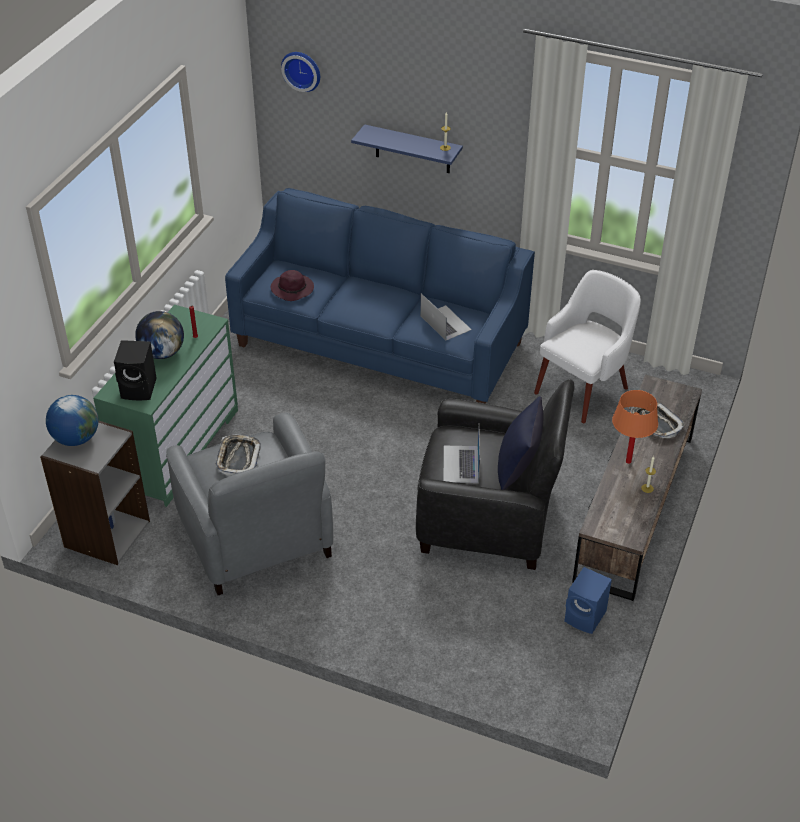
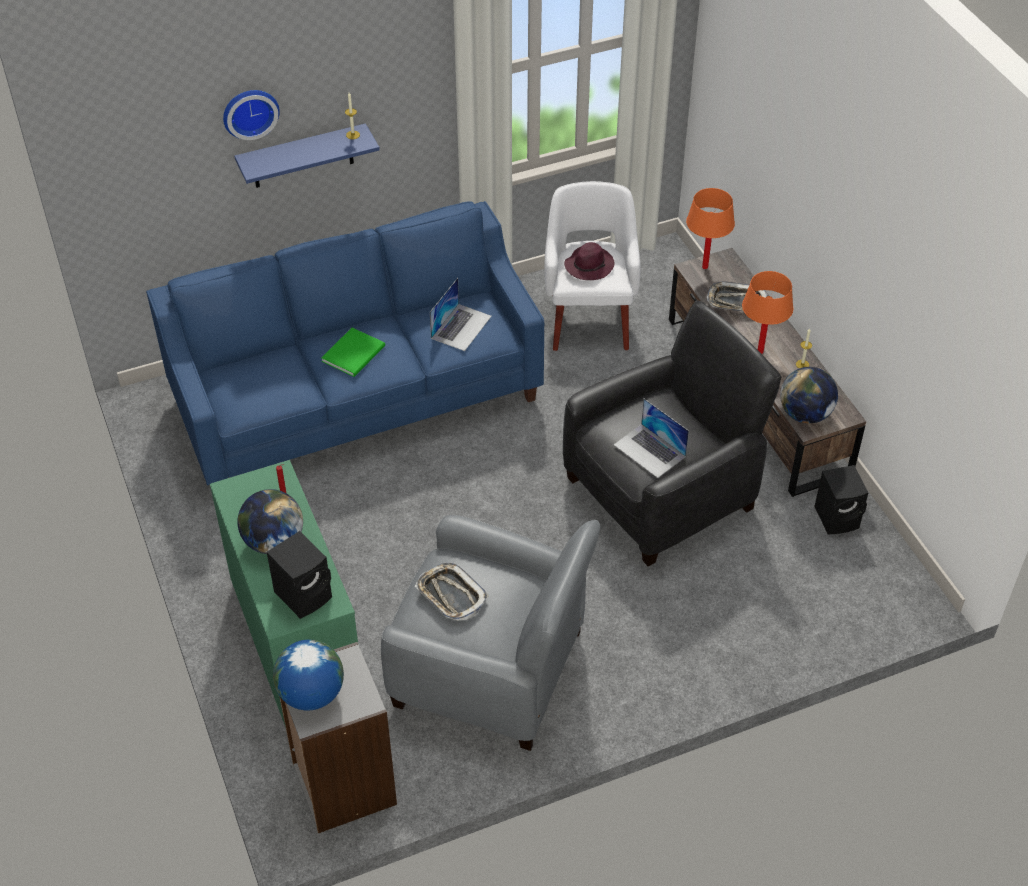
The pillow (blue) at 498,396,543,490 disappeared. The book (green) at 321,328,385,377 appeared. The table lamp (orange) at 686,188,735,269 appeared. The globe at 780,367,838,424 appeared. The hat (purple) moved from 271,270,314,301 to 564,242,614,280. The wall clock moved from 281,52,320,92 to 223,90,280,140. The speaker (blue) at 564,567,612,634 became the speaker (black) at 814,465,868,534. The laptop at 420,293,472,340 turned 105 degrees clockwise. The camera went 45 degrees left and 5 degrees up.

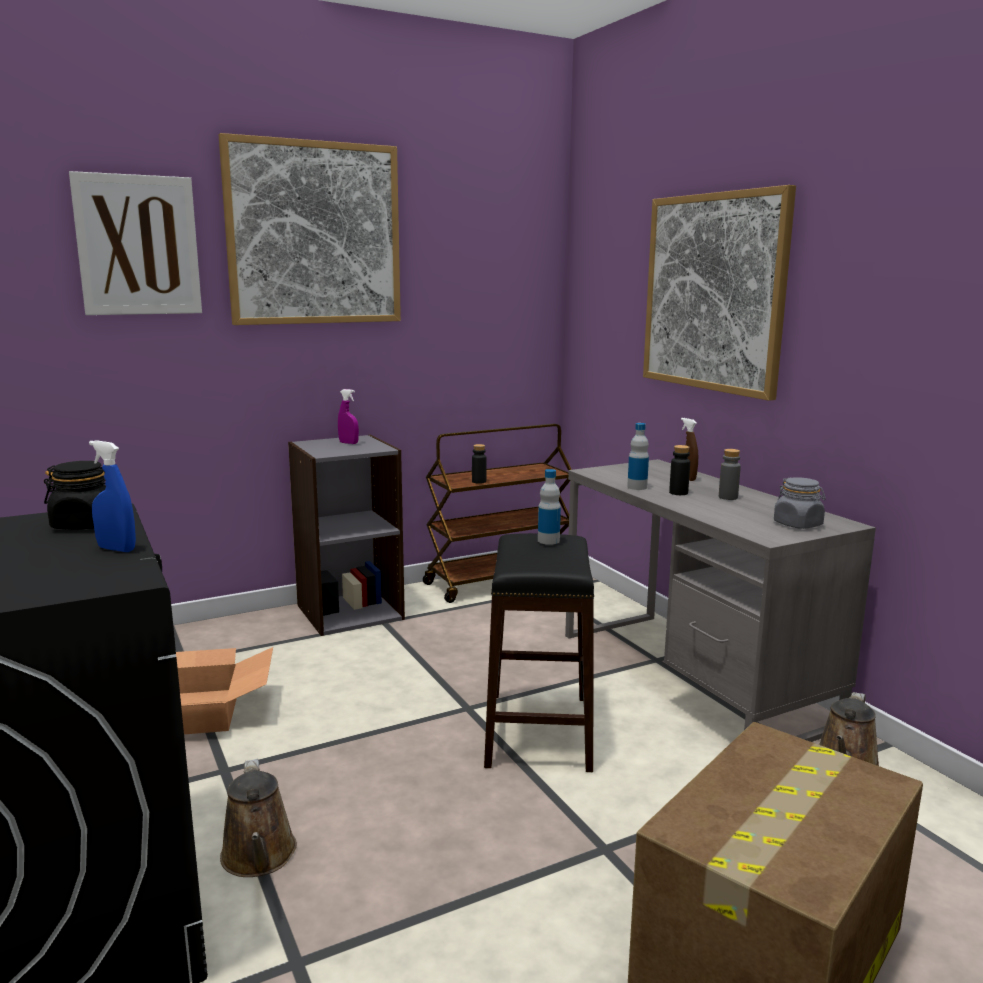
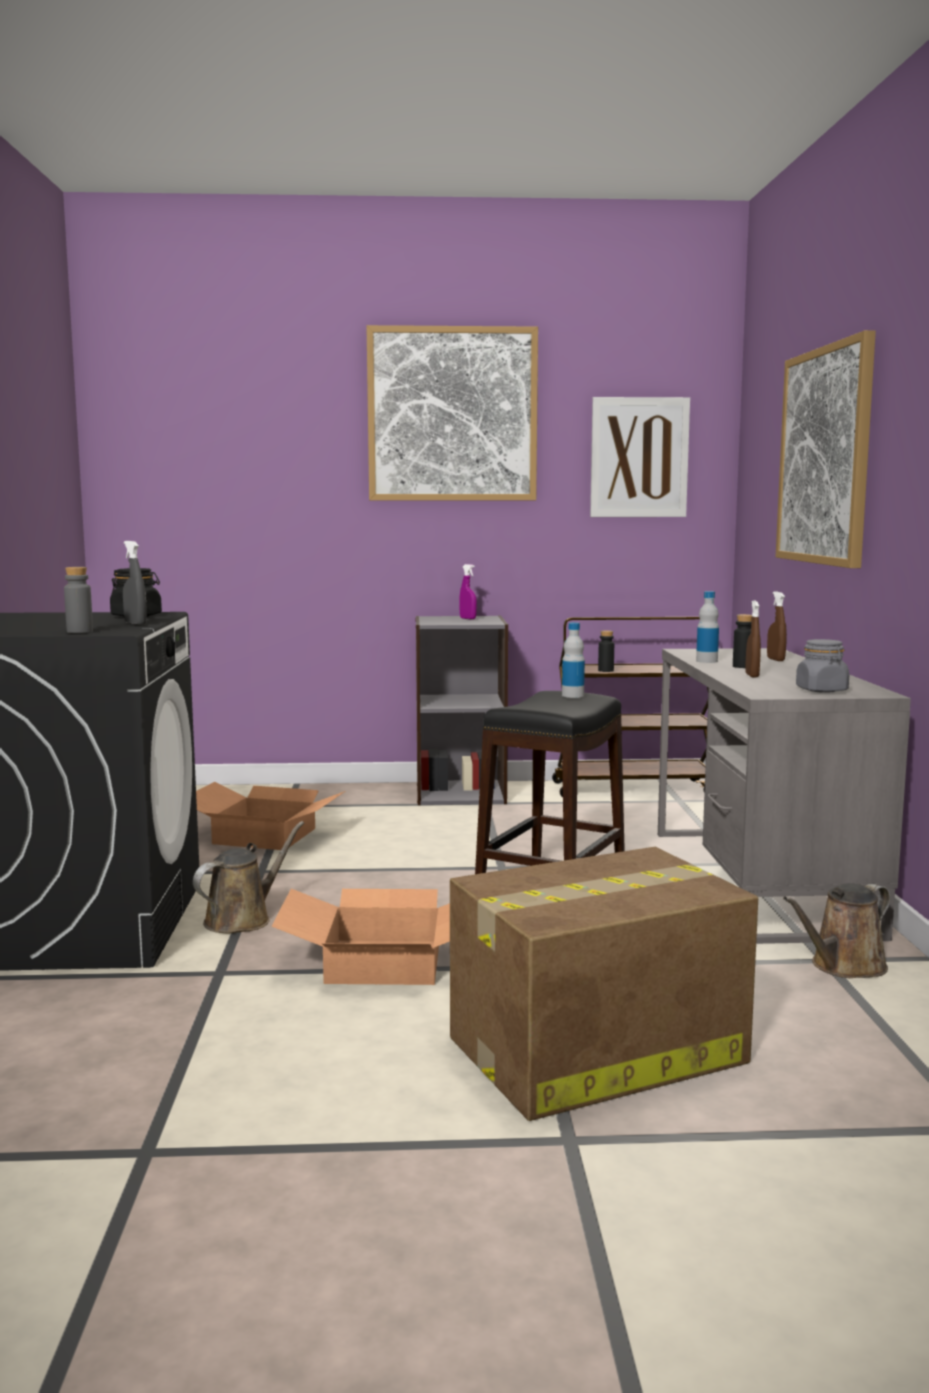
The cardboard box at 272,888,450,985 appeared. The spray bottle (brown) at 745,600,761,677 appeared. The picture moved from 69,171,202,315 to 590,397,690,517. The bottle (grey) moved from 719,449,741,500 to 64,567,93,633. The spray bottle (blue) at 89,440,136,552 became the spray bottle (grey) at 123,541,147,625. The watering can (brown) at 220,759,297,877 turned 150 degrees counterclockwise. The camera went 25 degrees right and 5 degrees down.

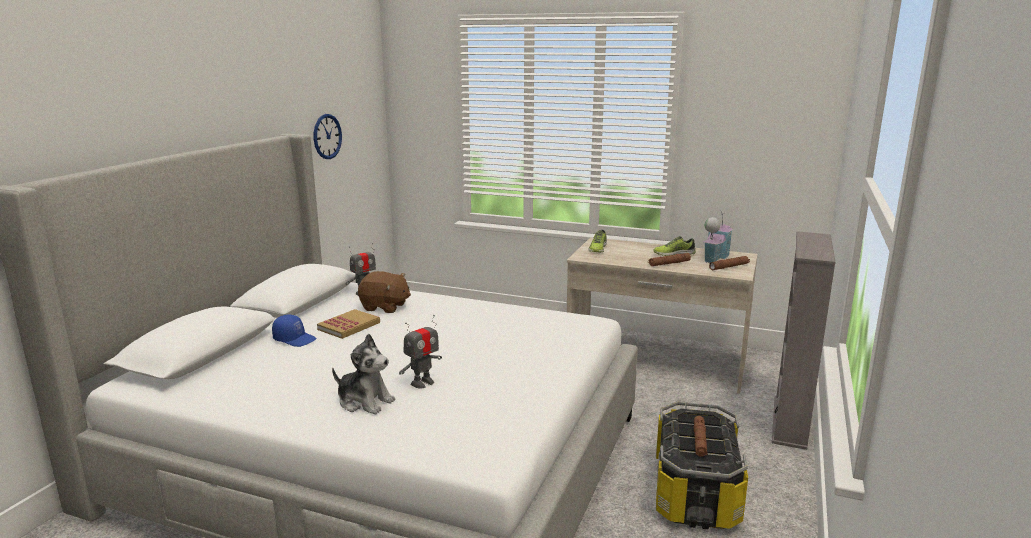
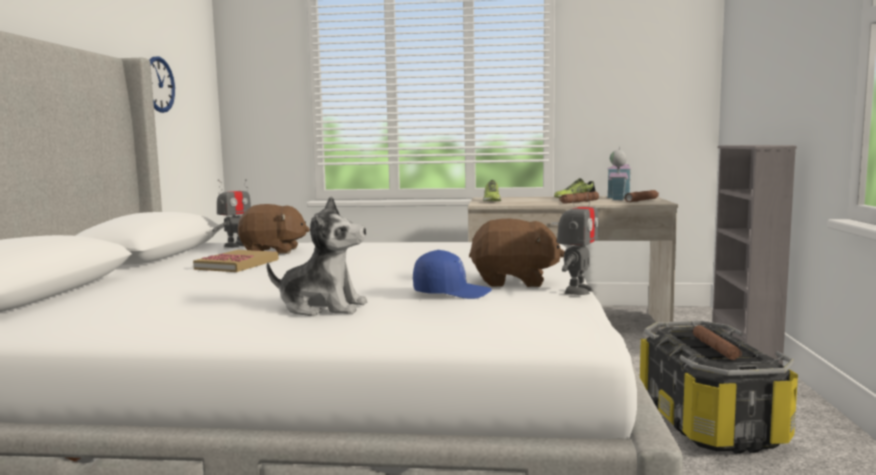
The plush toy (brown) at 469,219,565,287 appeared. The cap (blue) moved from 272,315,316,347 to 413,250,492,299. The toy robot moved from 399,315,442,388 to 557,189,598,295. The camera went 15 degrees left and 10 degrees down.

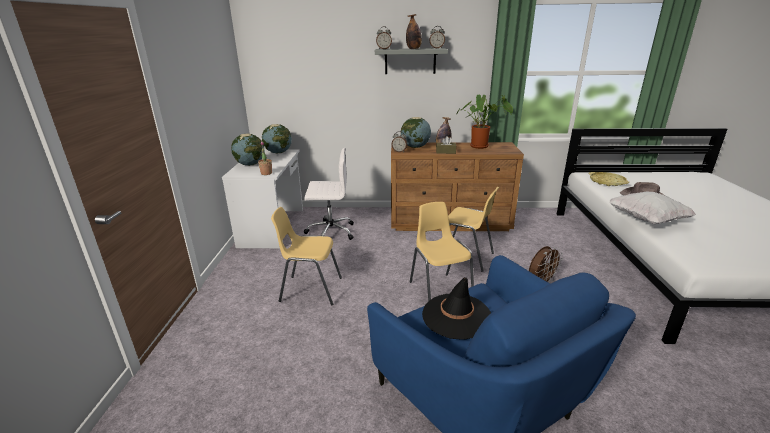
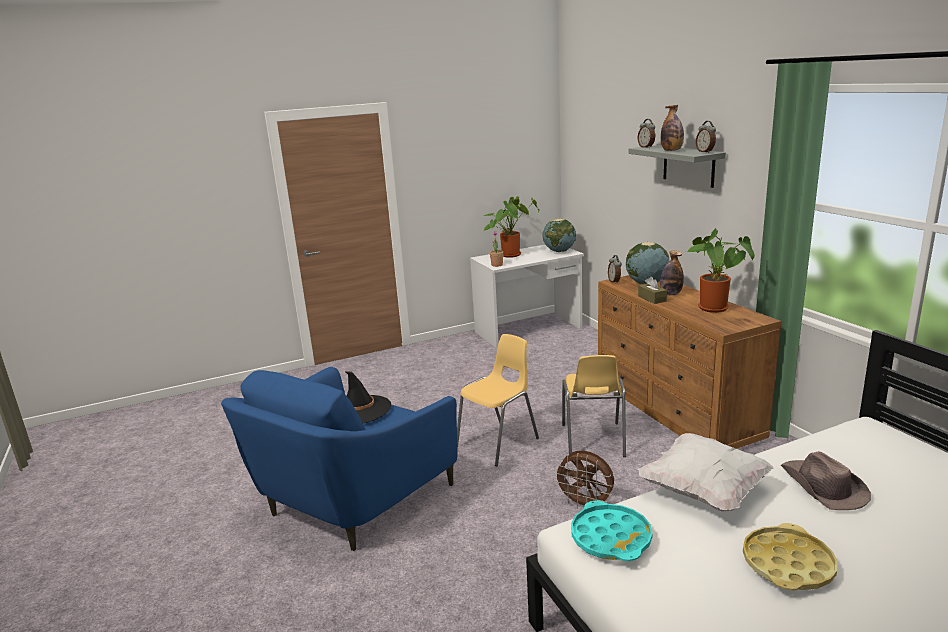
The chair (yellow) at 271,207,342,305 disappeared. The office chair (white) at 304,148,354,240 disappeared. The tray (turquoise) at 571,500,653,561 appeared. The tray (yellow) moved from 589,172,629,186 to 743,523,837,591. The globe at 231,134,264,166 was replaced by the potted plant at 484,196,540,258. The camera went 65 degrees right and 5 degrees down.

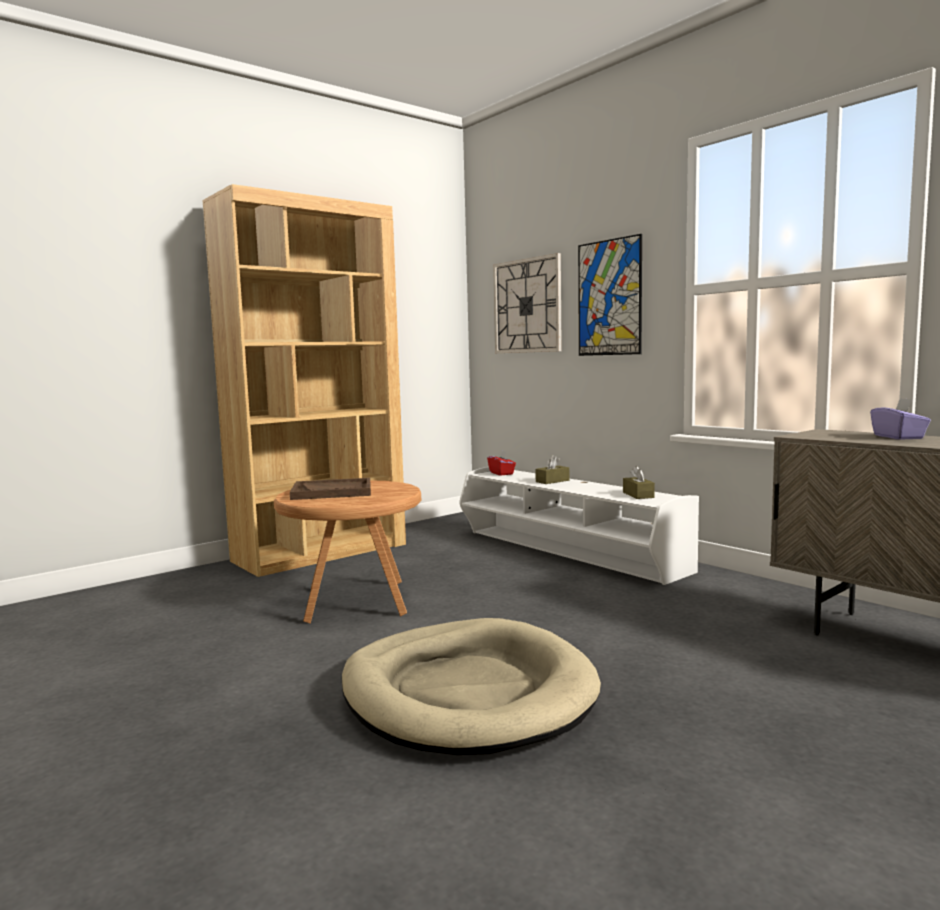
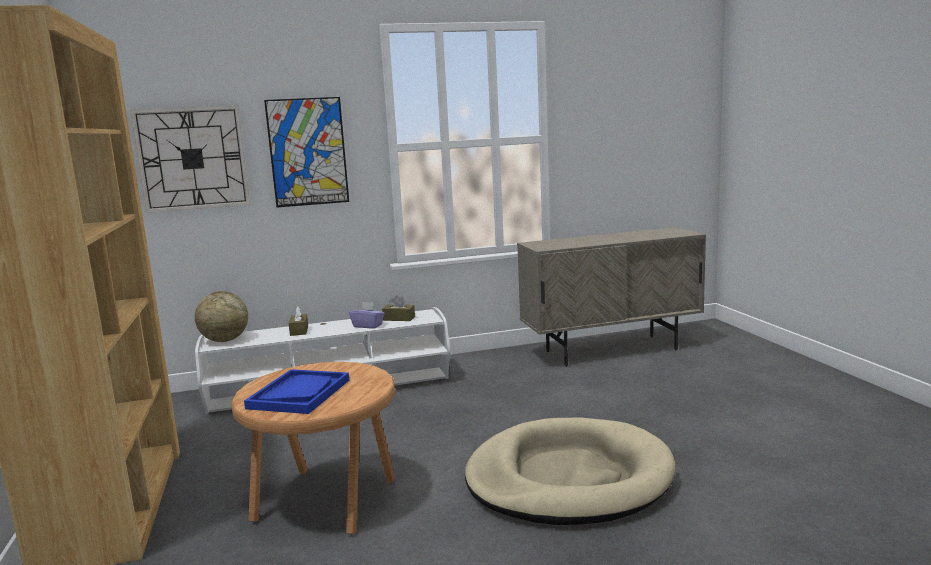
The tissue box (purple) moved from 870,398,931,440 to 349,302,385,329. The tissue box (red) at 487,450,516,476 was replaced by the globe at 195,291,248,342. The tray (brown) at 290,478,371,500 became the tray (blue) at 244,369,349,414. The camera went 65 degrees left and 5 degrees up.

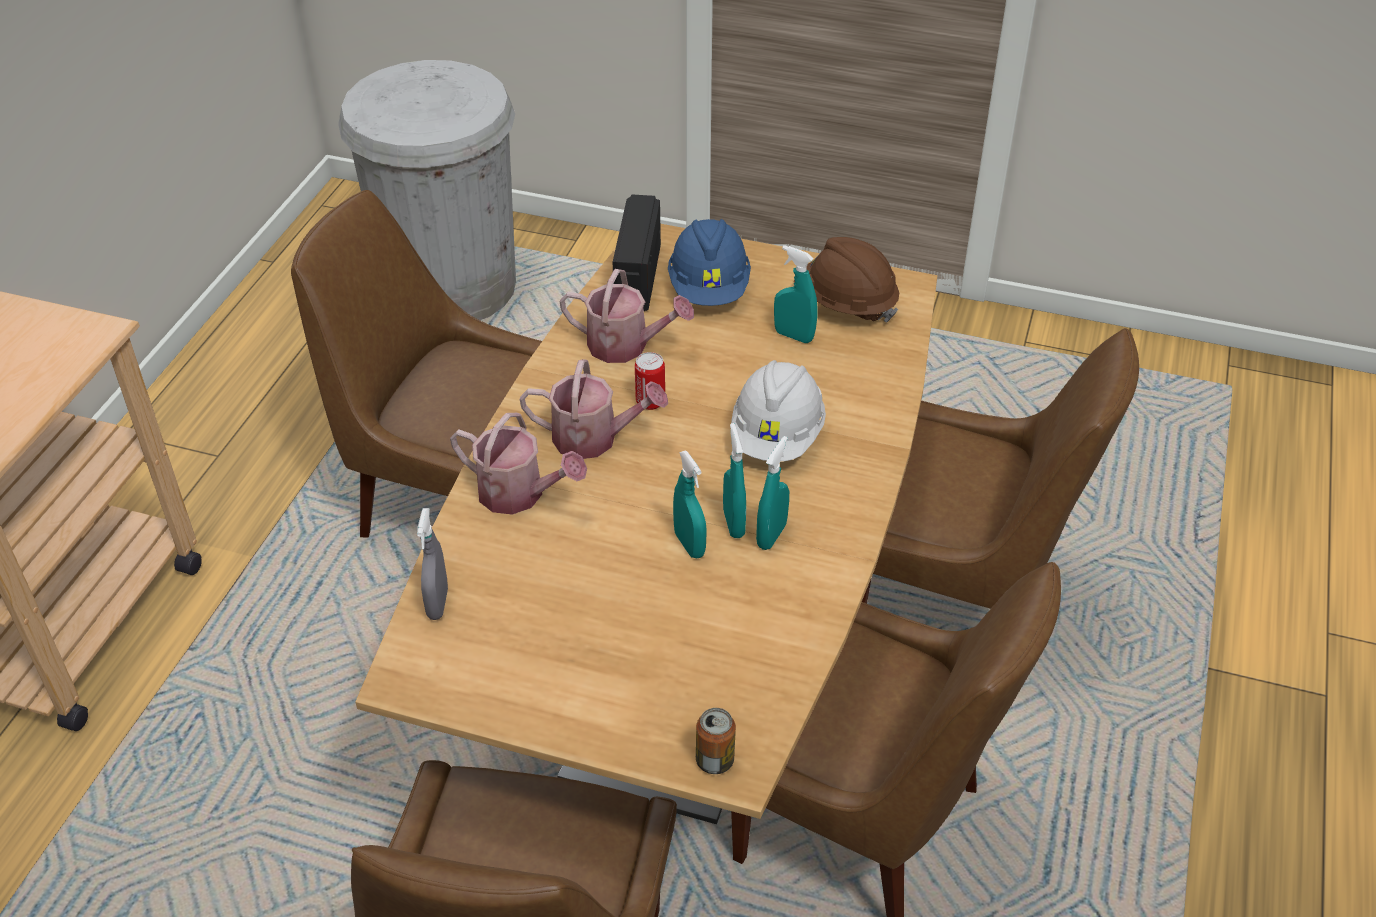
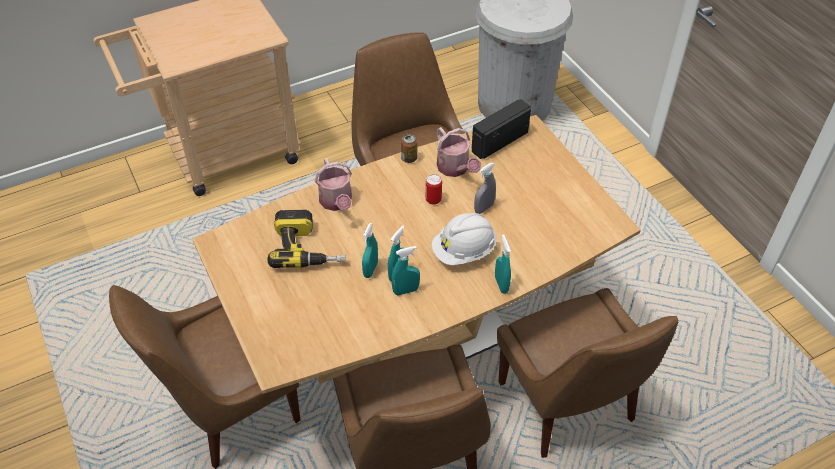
The watering can at 520,359,668,459 disappeared. The hard hat (blue) at 668,219,751,306 disappeared. The hard hat (brown) at 794,237,899,322 disappeared. The power drill at 268,210,346,268 appeared. The spray bottle (grey) moved from 417,508,448,620 to 474,163,496,214. The can moved from 696,708,736,774 to 401,134,417,163. The spray bottle (turquoise) moved from 774,245,817,343 to 495,234,511,293. The camera went 45 degrees right and 5 degrees up.

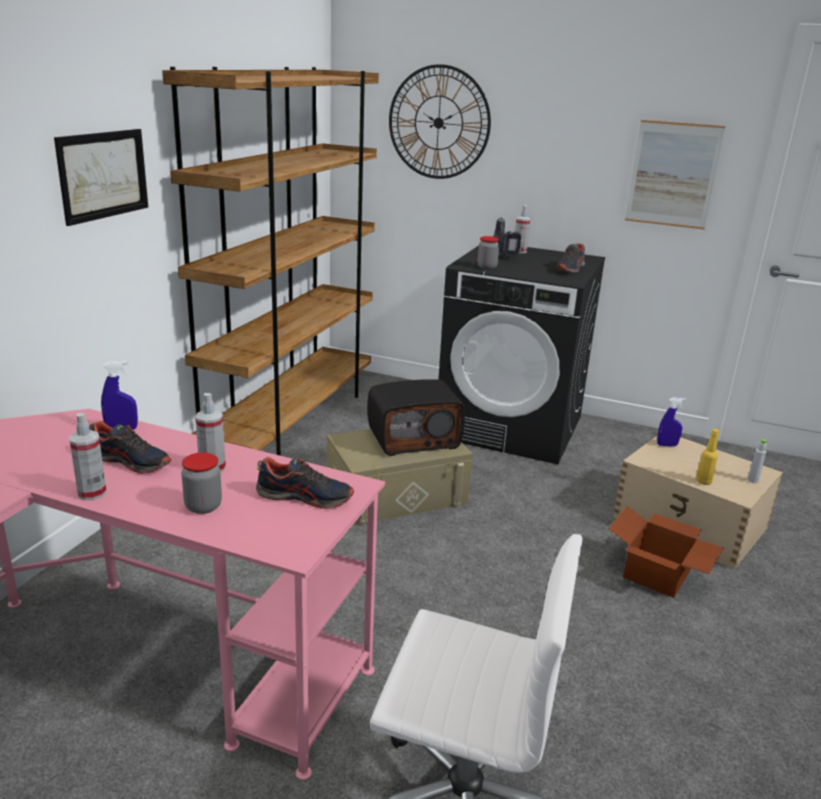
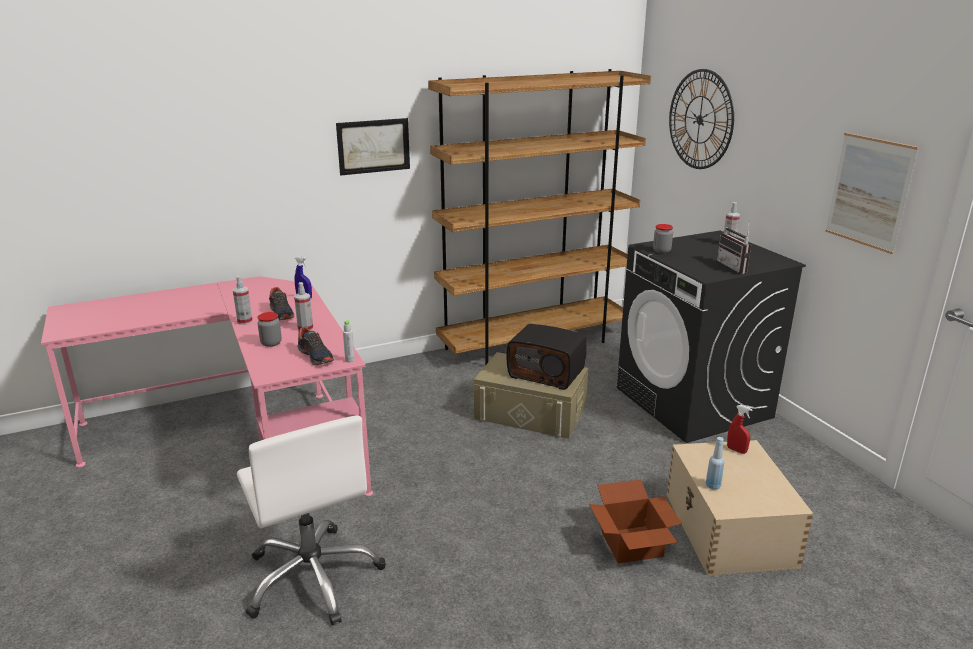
The power drill at 493,217,523,257 disappeared. The bottle (grey) moved from 748,439,769,483 to 343,320,355,362. The shoe at 555,243,585,273 was replaced by the radio at 717,222,751,274. The spray bottle (blue) at 657,398,686,446 became the spray bottle (red) at 727,405,752,454. The bottle (yellow) at 696,429,719,485 became the bottle (blue) at 706,437,724,490. The camera went 45 degrees right and 0 degrees up.

